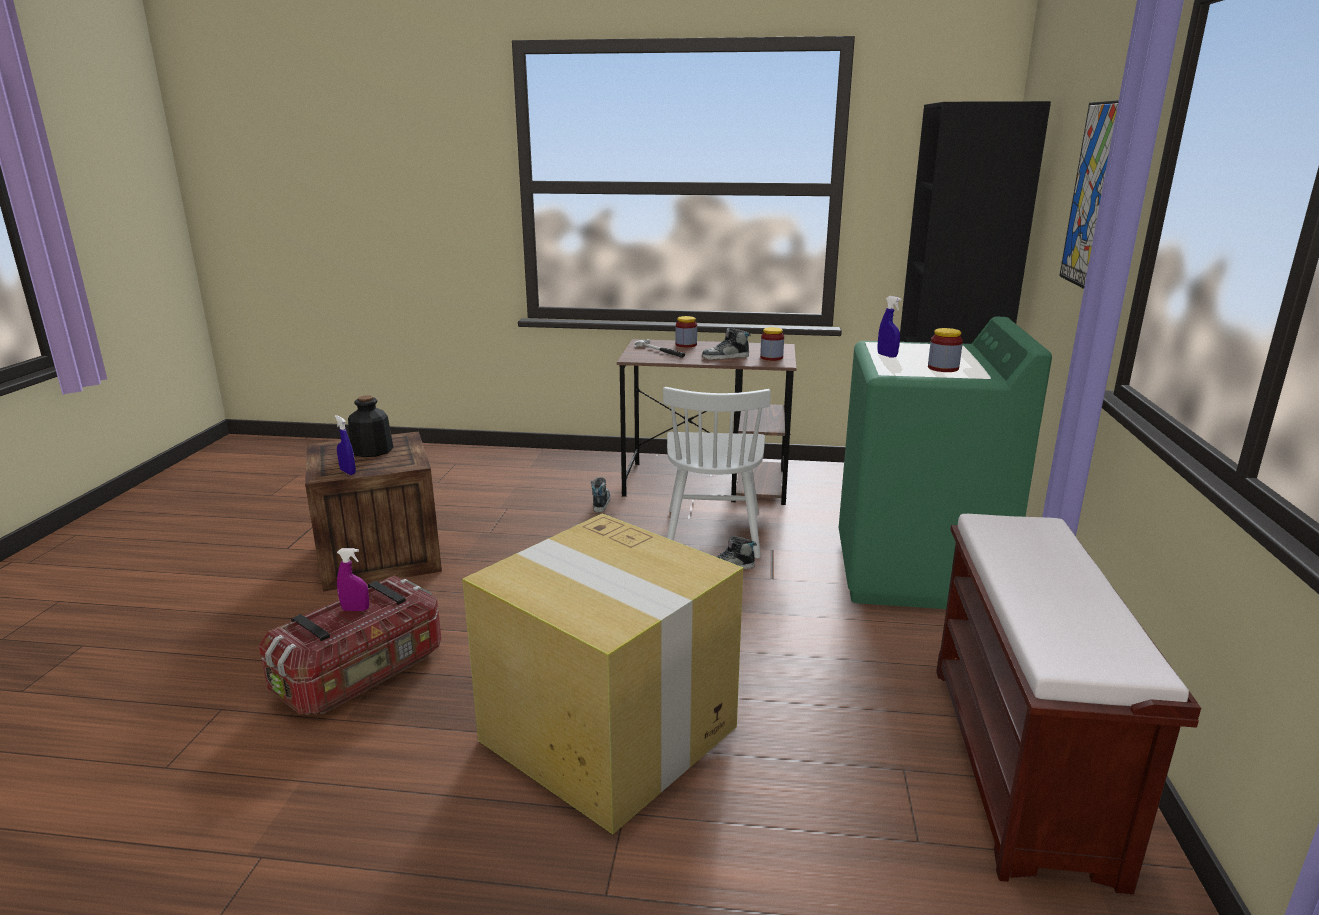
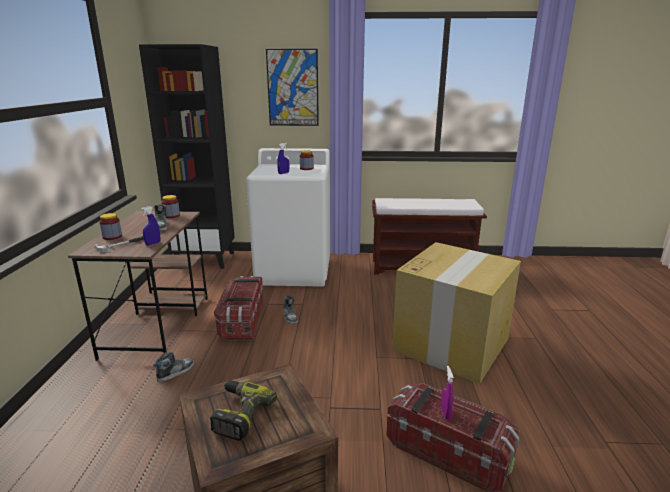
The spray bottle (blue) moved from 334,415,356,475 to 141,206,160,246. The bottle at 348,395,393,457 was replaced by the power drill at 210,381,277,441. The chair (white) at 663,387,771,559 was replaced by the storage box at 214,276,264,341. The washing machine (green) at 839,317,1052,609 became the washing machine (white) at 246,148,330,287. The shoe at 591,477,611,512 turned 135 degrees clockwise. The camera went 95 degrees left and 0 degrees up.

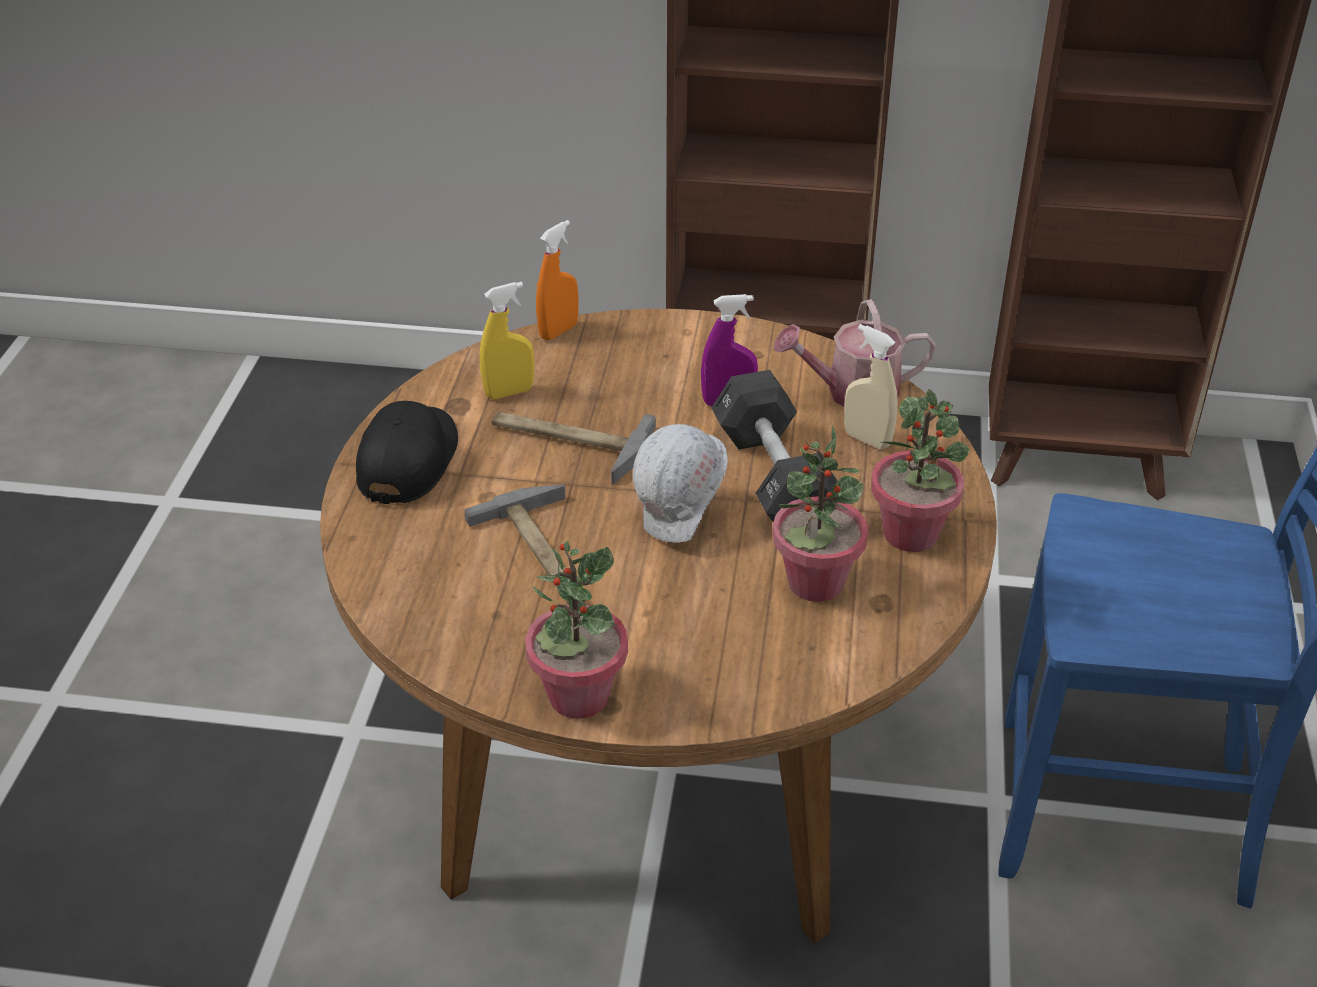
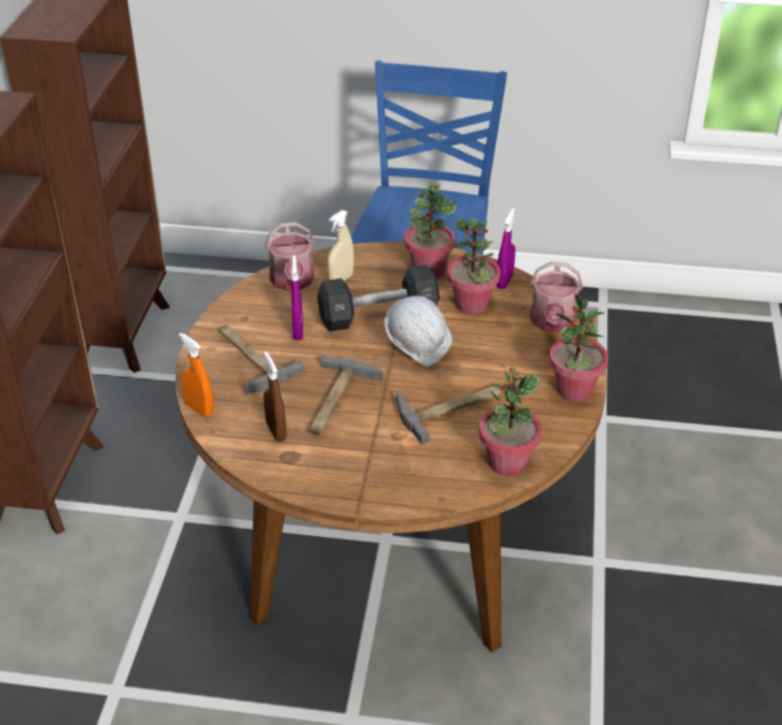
The cap (black) at 356,401,458,504 disappeared. The hammer at 218,324,304,394 appeared. The potted plant at 479,366,542,476 appeared. The spray bottle (purple) at 496,208,515,289 appeared. The watering can at 530,262,583,333 appeared. The spray bottle (yellow) at 480,282,534,399 became the spray bottle (brown) at 264,352,287,442. The camera went 90 degrees left and 0 degrees up.

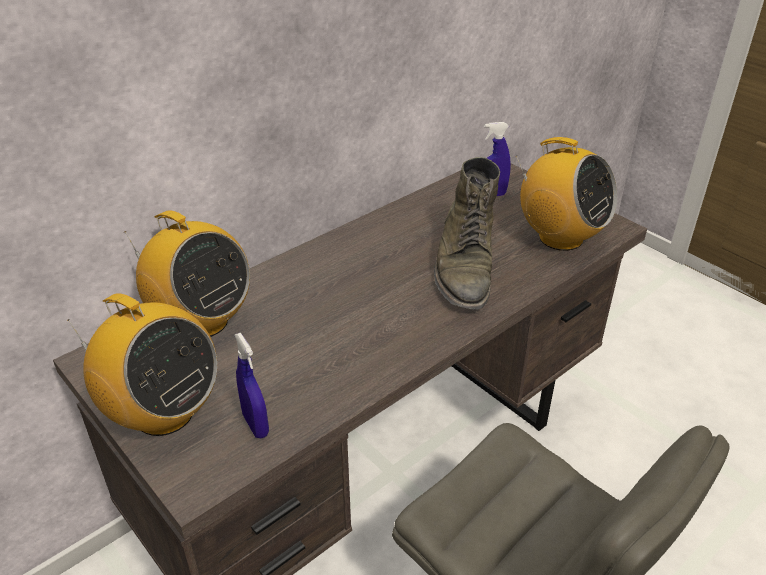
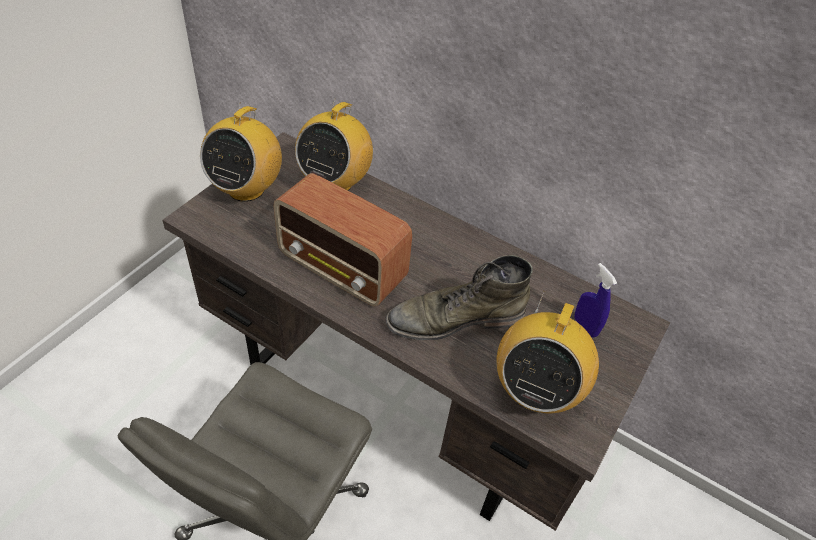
The spray bottle (blue) at 235,333,269,438 disappeared. The radio at 274,173,412,306 appeared. The camera went 70 degrees right and 10 degrees up.

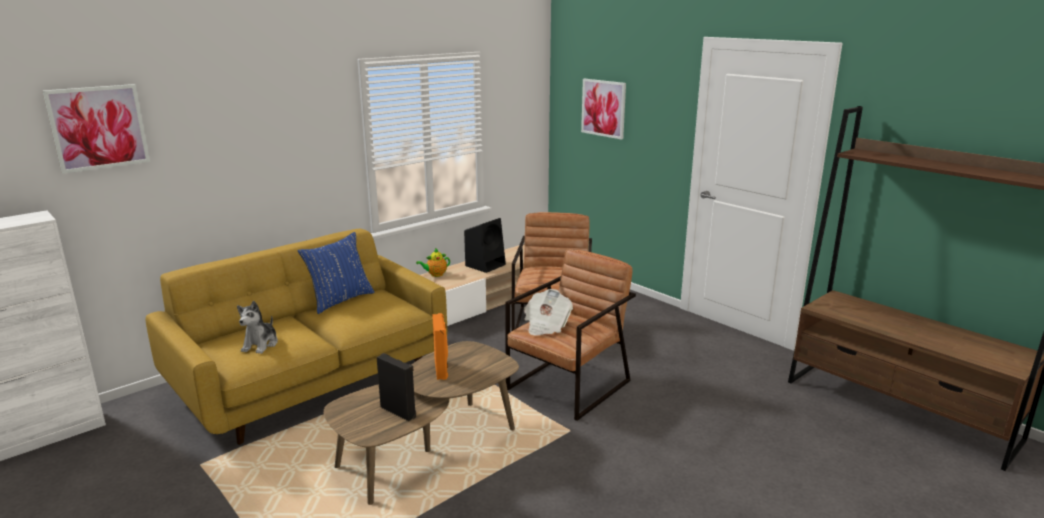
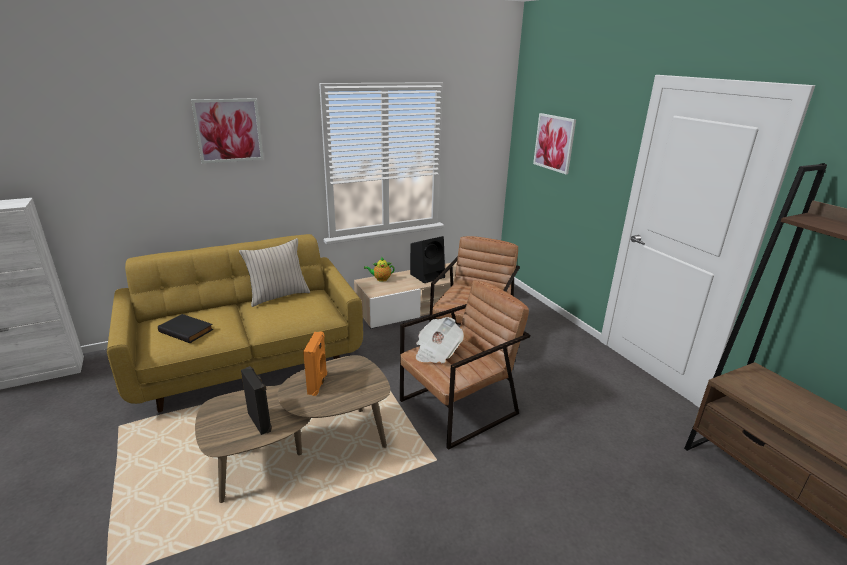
The picture moved from 42,84,150,174 to 191,98,263,163. The plush toy at 237,301,278,354 was replaced by the book (black) at 158,314,214,343. The pillow (blue) at 298,232,375,314 became the pillow (beige) at 239,238,310,307. The camera went 15 degrees right and 5 degrees up.

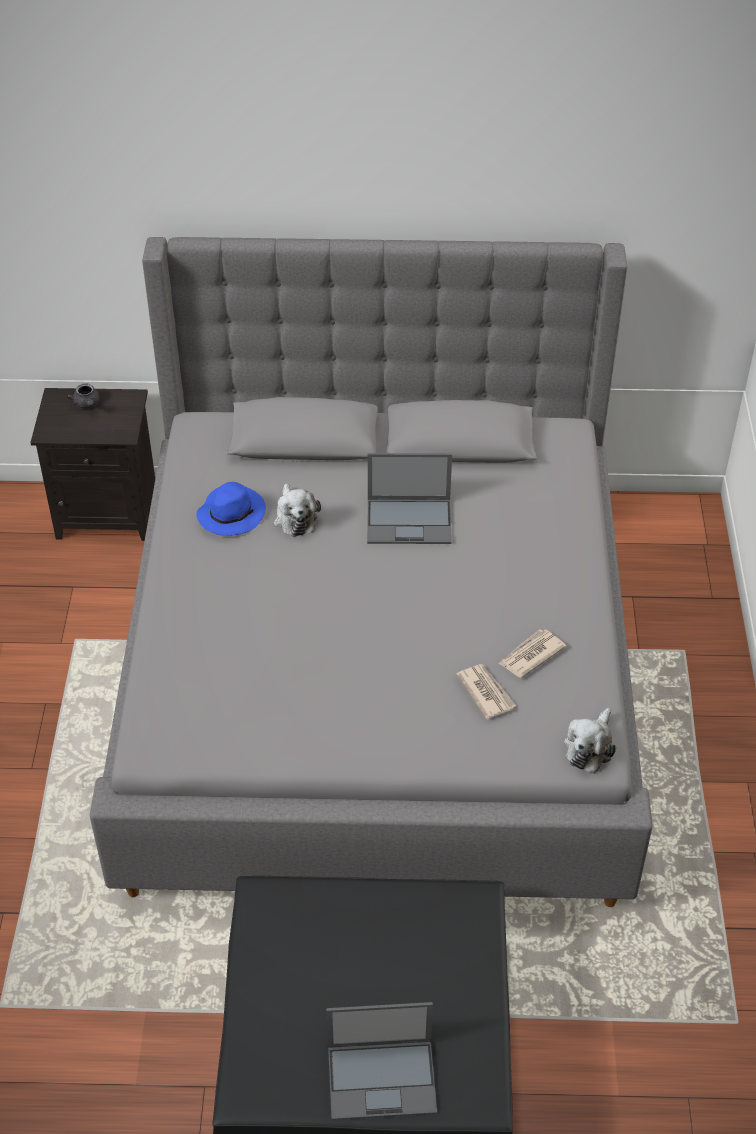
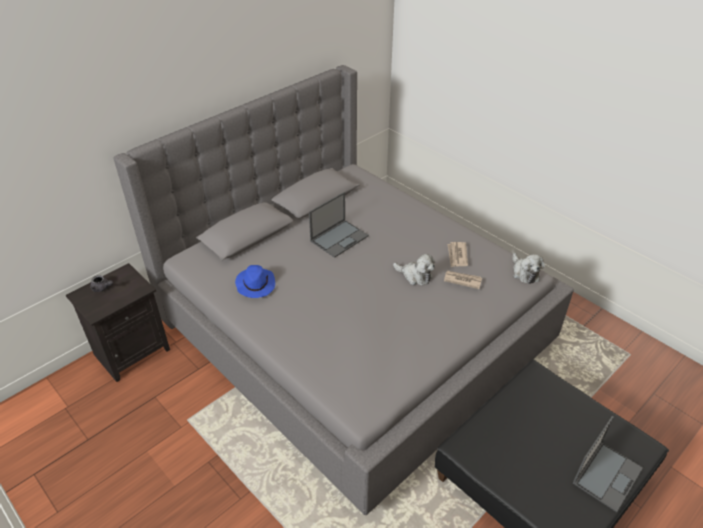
The plush toy moved from 274,483,321,537 to 393,254,435,285. The camera went 45 degrees left and 5 degrees down.

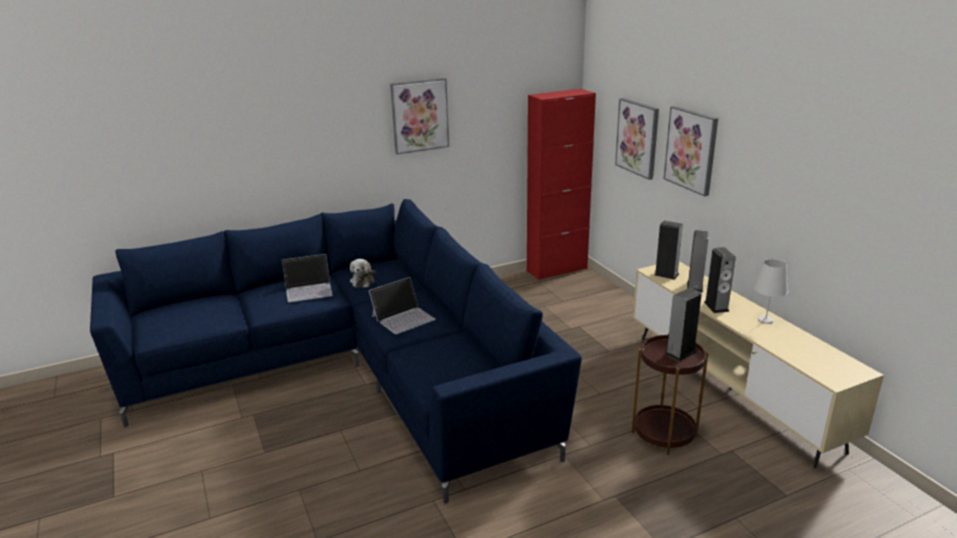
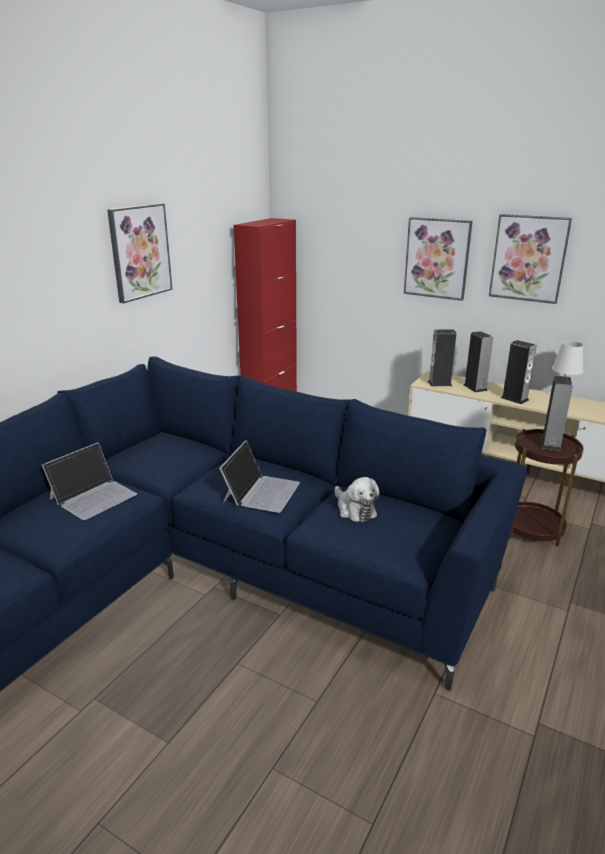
The plush toy moved from 350,259,376,288 to 335,477,380,522. The picture moved from 615,98,659,180 to 489,214,572,304. The camera went 35 degrees left and 0 degrees up.

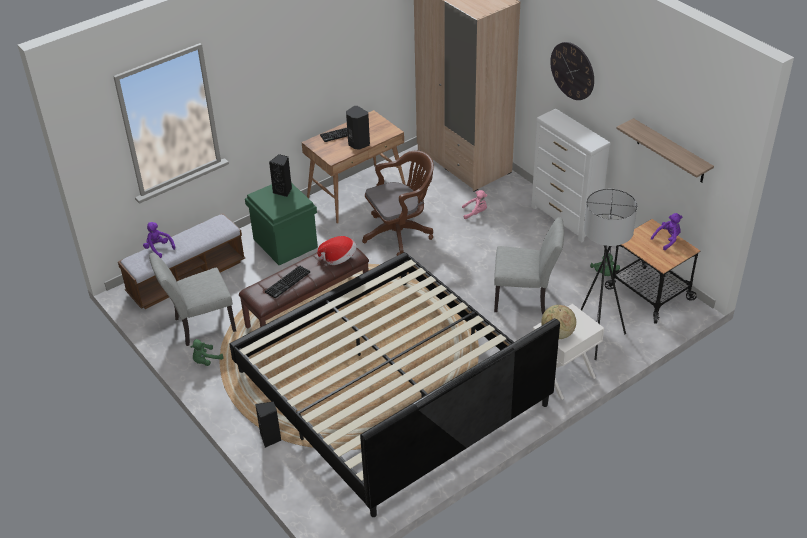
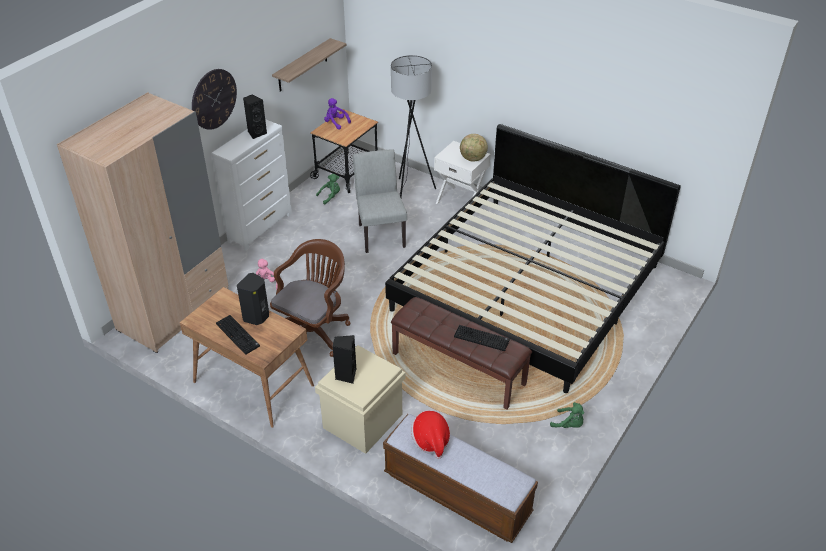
The plush toy (purple) at 143,222,175,258 disappeared. The chair (grey) at 149,252,236,346 disappeared. The speaker (black) moved from 255,401,281,448 to 243,94,267,139. The hat moved from 317,236,356,265 to 411,410,450,459. The storage box (green) at 245,183,318,265 became the storage box (beige) at 315,345,405,454. The office chair (brown) at 362,150,434,256 turned 75 degrees clockwise. The camera went 110 degrees left and 0 degrees up.

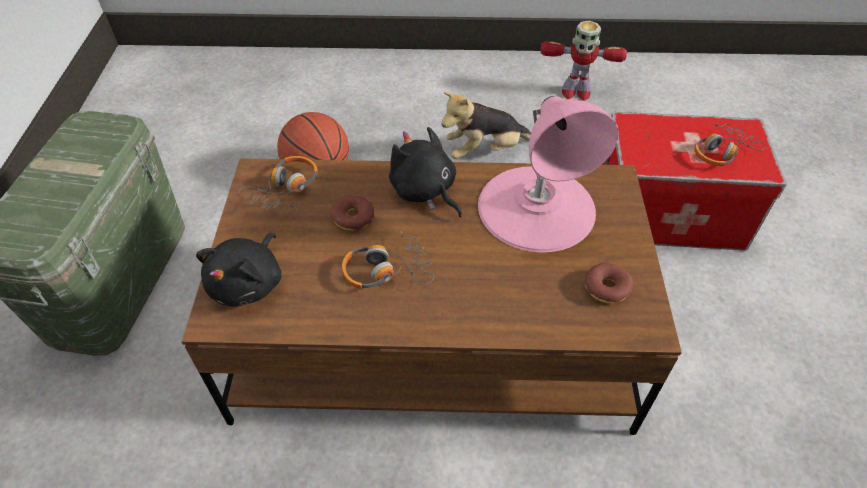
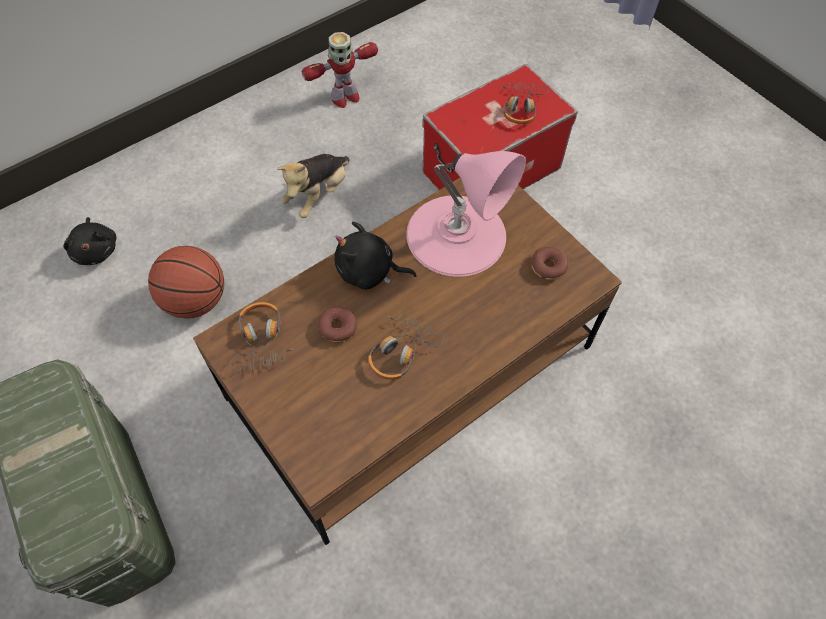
The plush toy (black) moved from 196,233,282,307 to 64,217,116,265. The camera went 40 degrees left and 10 degrees up.

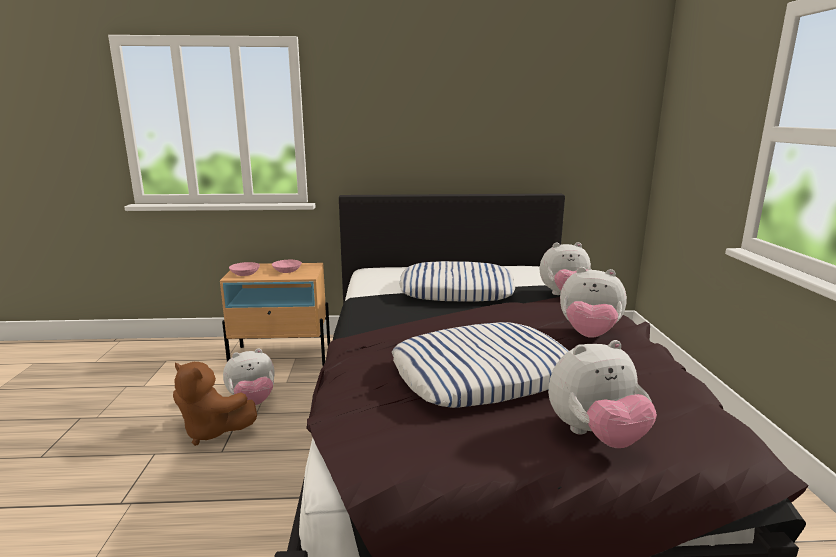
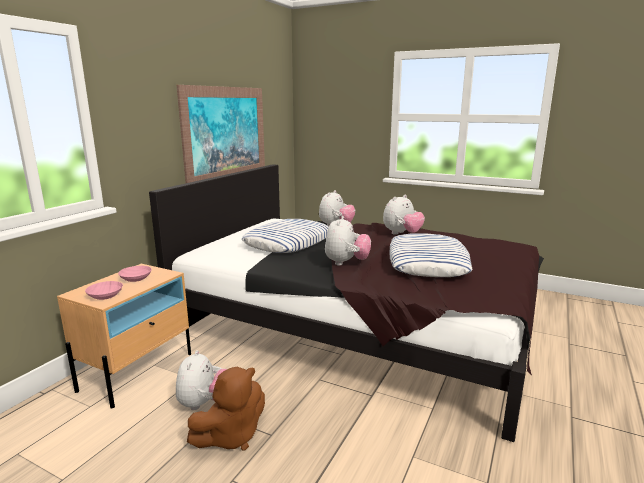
The picture at 177,85,265,183 appeared. The plush toy moved from 548,340,657,448 to 325,216,371,265. The camera went 60 degrees left and 0 degrees up.

